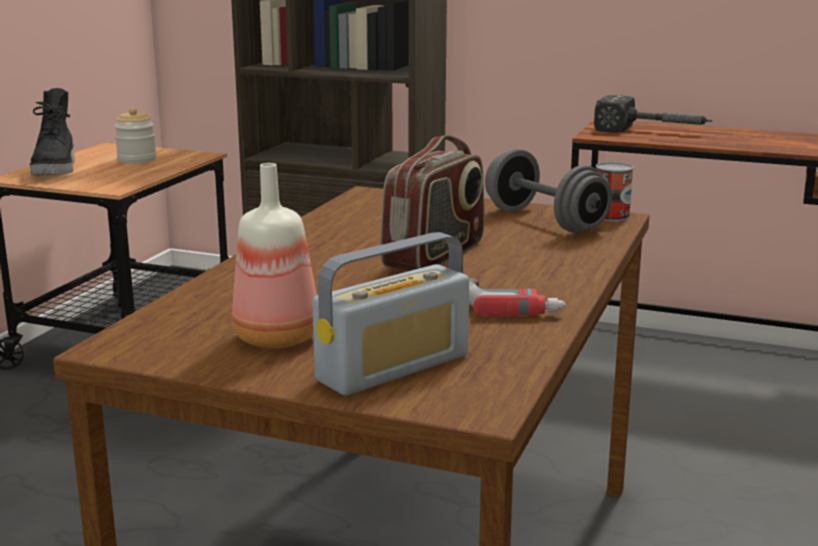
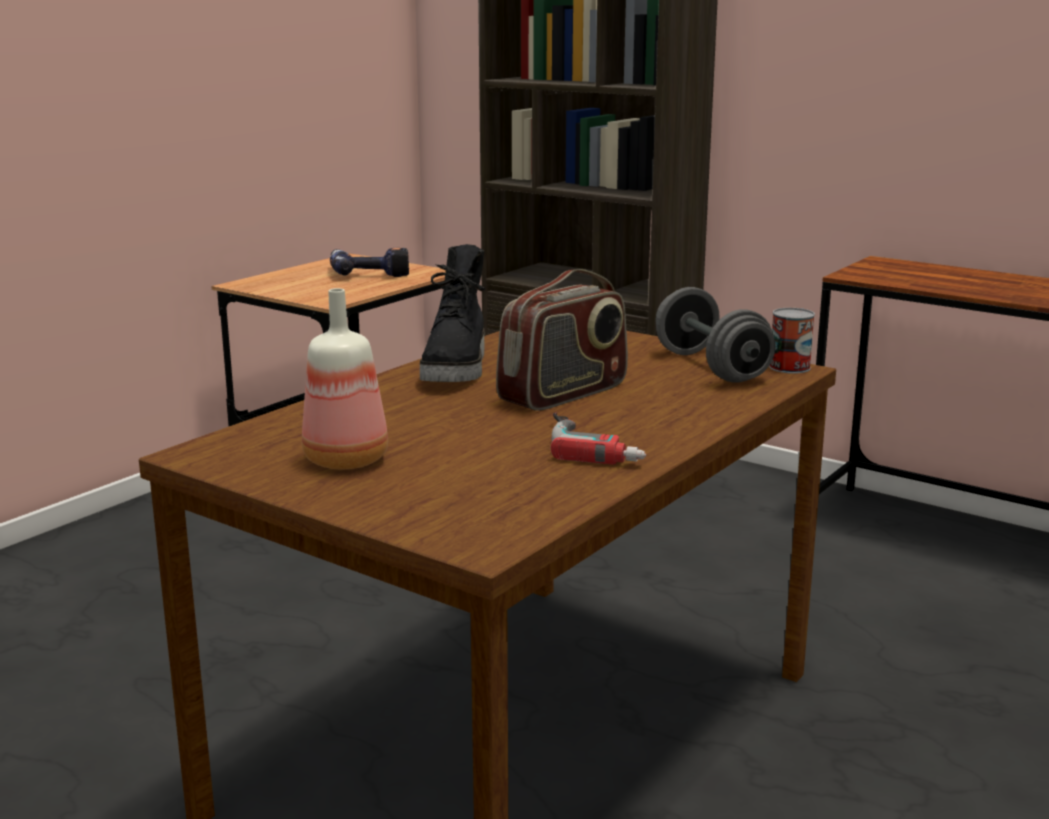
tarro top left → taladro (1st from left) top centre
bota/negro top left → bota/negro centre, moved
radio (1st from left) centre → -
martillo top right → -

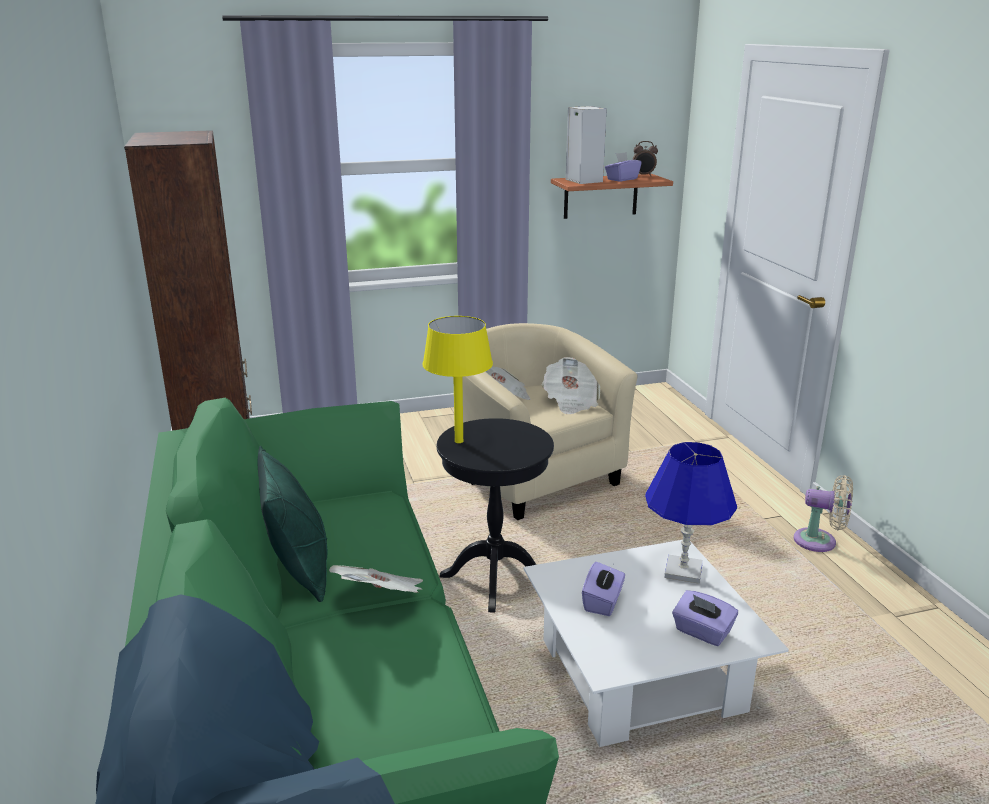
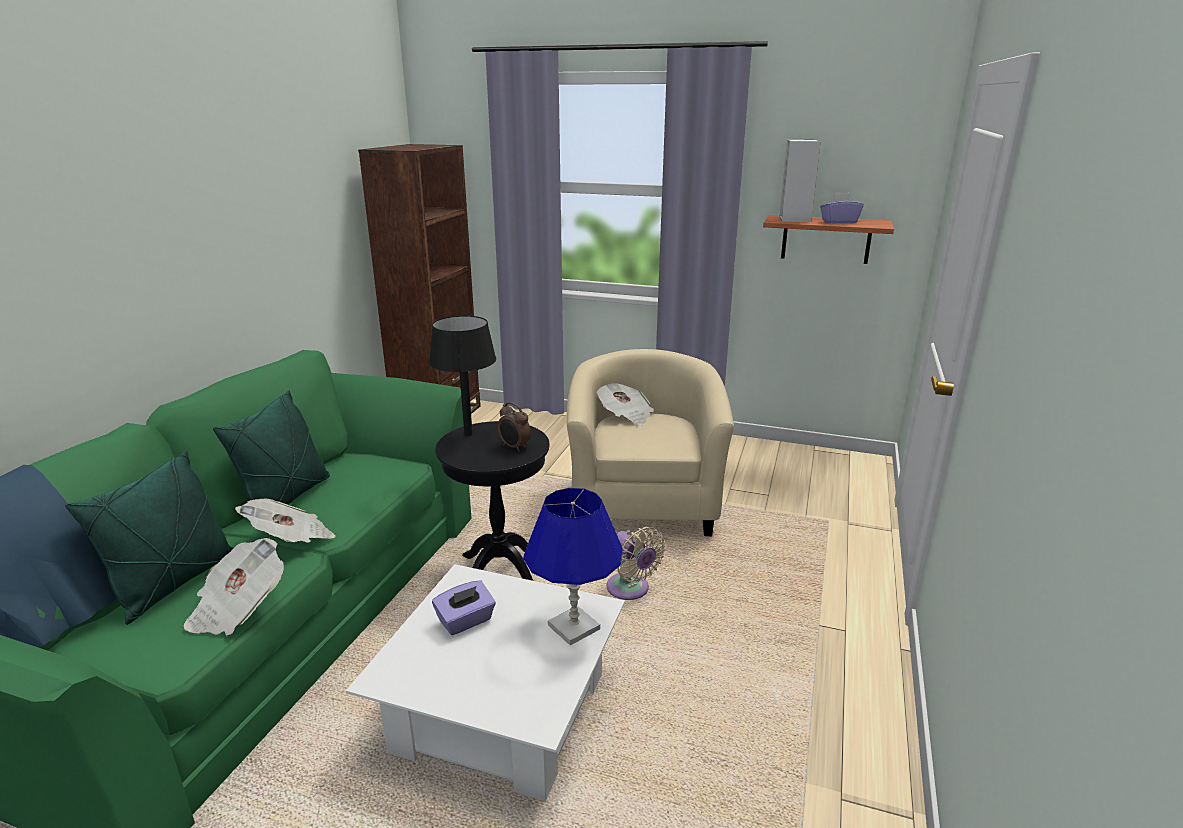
- → cojín/verde (1st from left) middle left
periódico (3rd from left in the first image) centre → periódico (1st from left) bottom left, moved
lámpara de mesa/amarillo centre → lámpara de mesa/negro centre
despertador top centre → despertador centre, moved
ventilador/beis middle right → ventilador/beis bottom centre, moved
caja de pañuelos/morado (3rd from left) bottom right → -

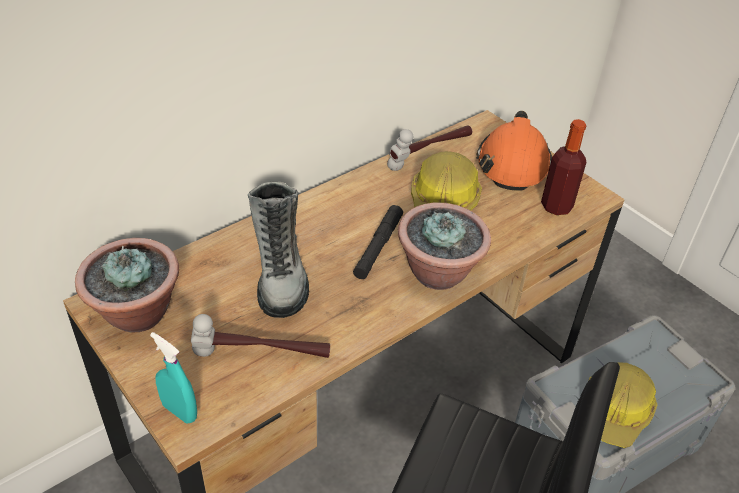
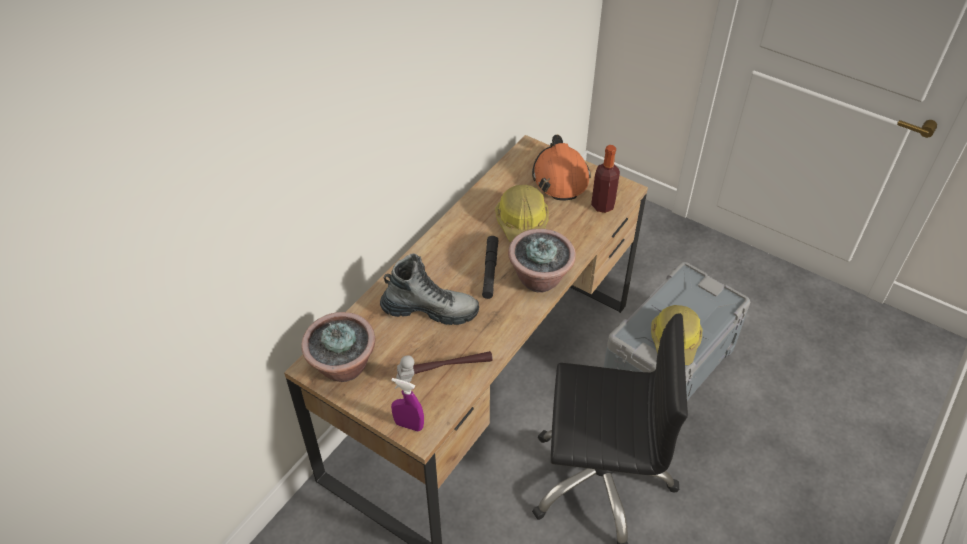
bota centre, 60 degrees counterclockwise
pulverizador/turquesa bottom left → pulverizador/morado bottom centre
martillo (2nd from left) top centre → -

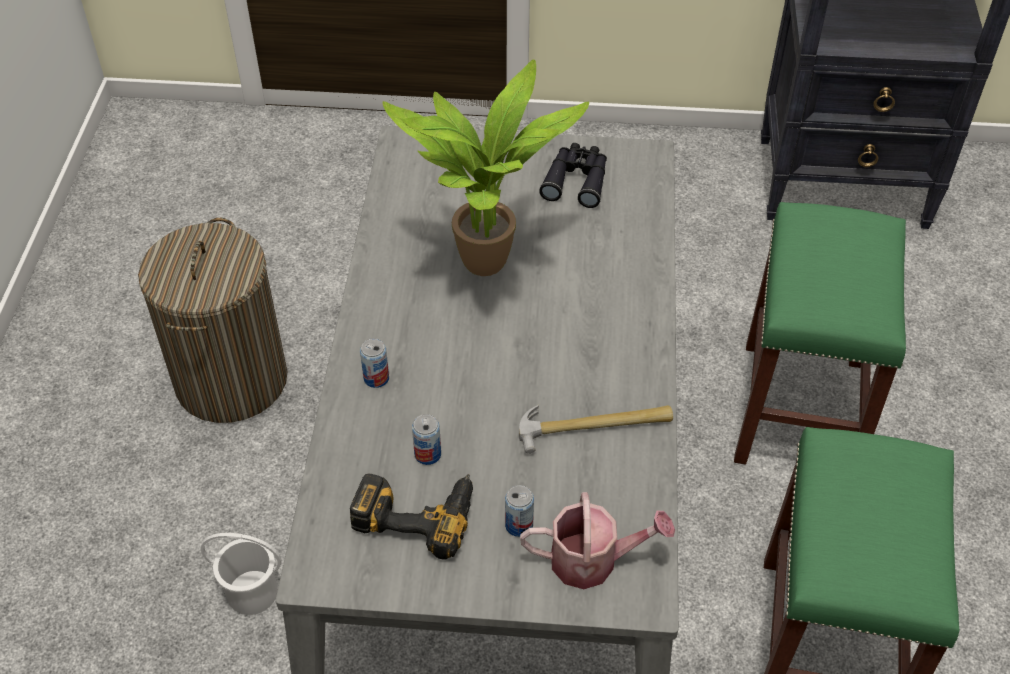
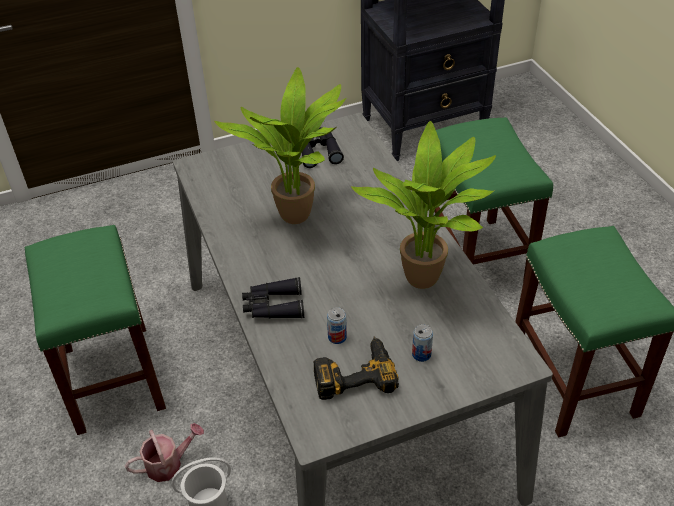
cesto de la ropa middle left → taburete/verde (1st from left) middle left
regadera bottom centre → regadera bottom left, moved
lata (1st from left) centre → prismáticos/negro (1st from left) centre
martillo centre → planta en maceta (2nd from left) centre

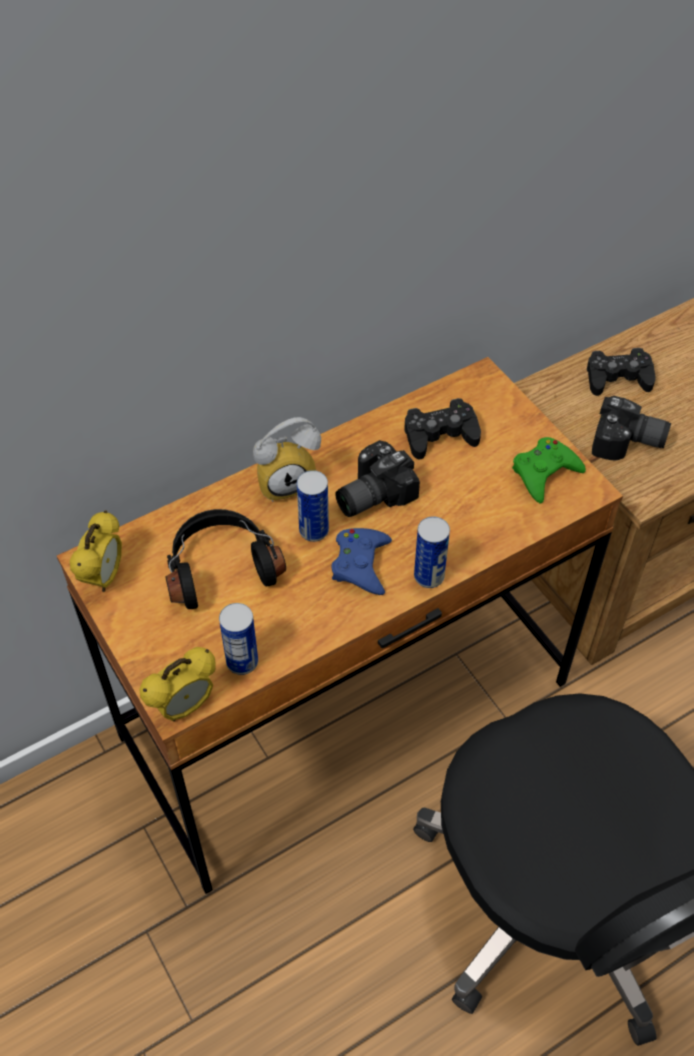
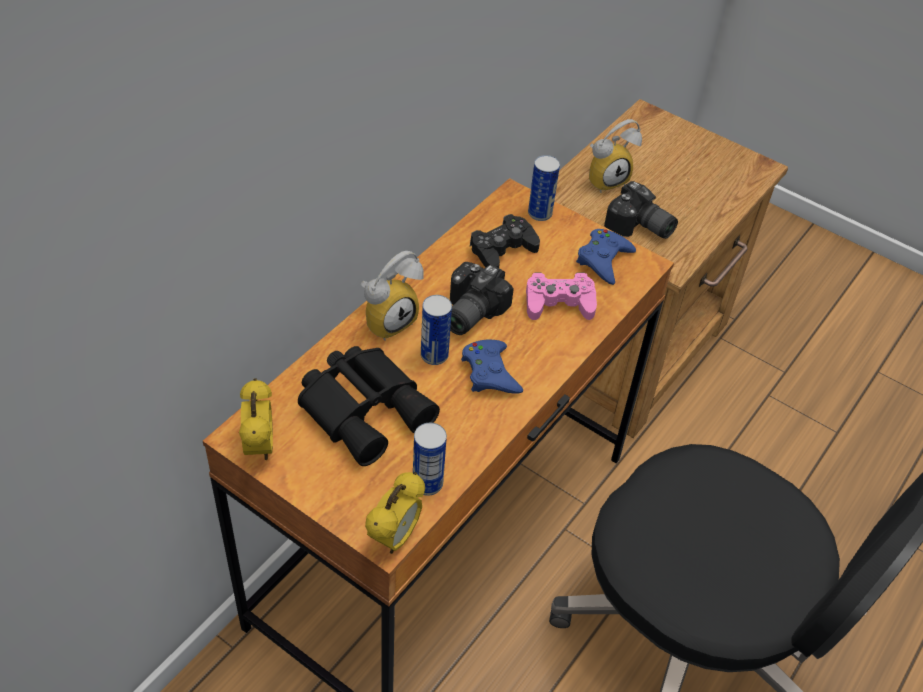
auriculares/negro middle left → prismáticos/negro centre
- → mando de consola/rosa centre
lata (3rd from left) centre → lata (3rd from left) top centre, moved
mando de consola/verde middle right → mando de consola/azul (2nd from left) centre
mando de consola/negro (2nd from left) middle right → despertador (4th from left) top centre
cámara (2nd from left) middle right → cámara (2nd from left) top right, 45 degrees clockwise

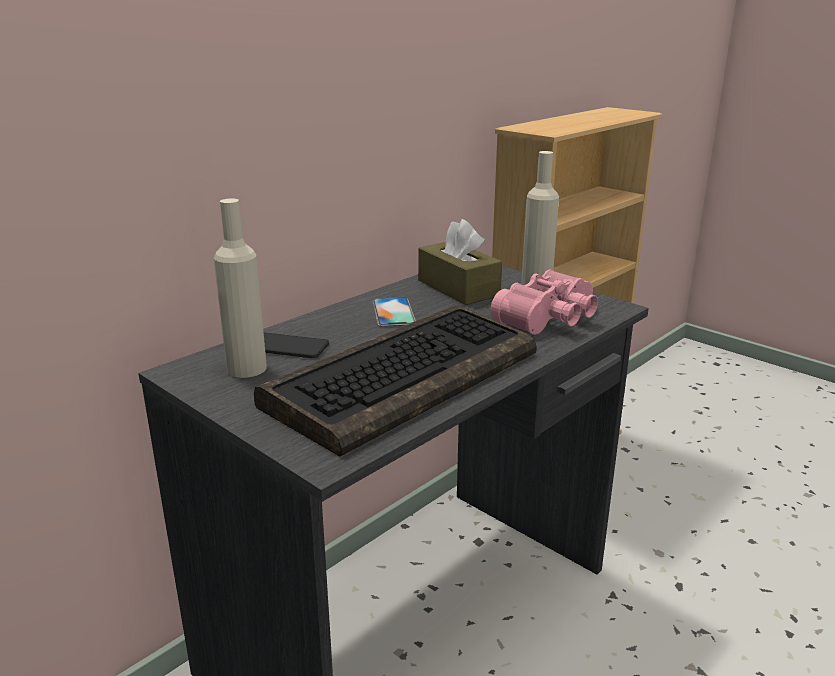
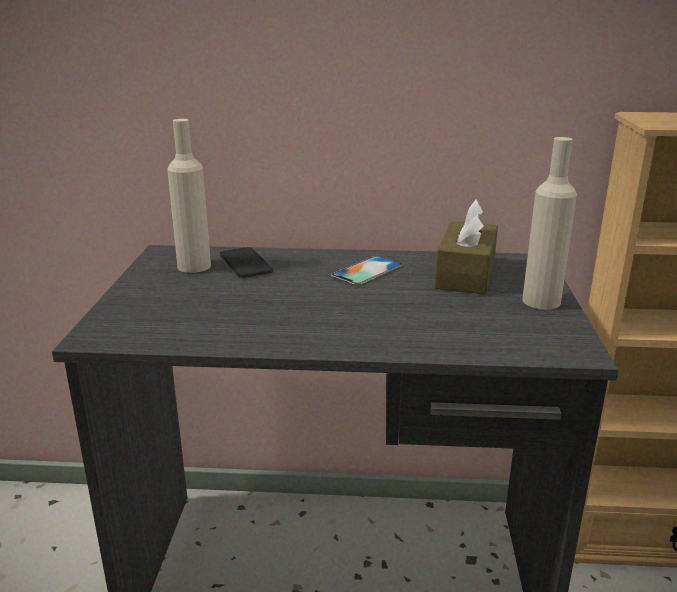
teclado centre → -
prismáticos/rosa centre → -

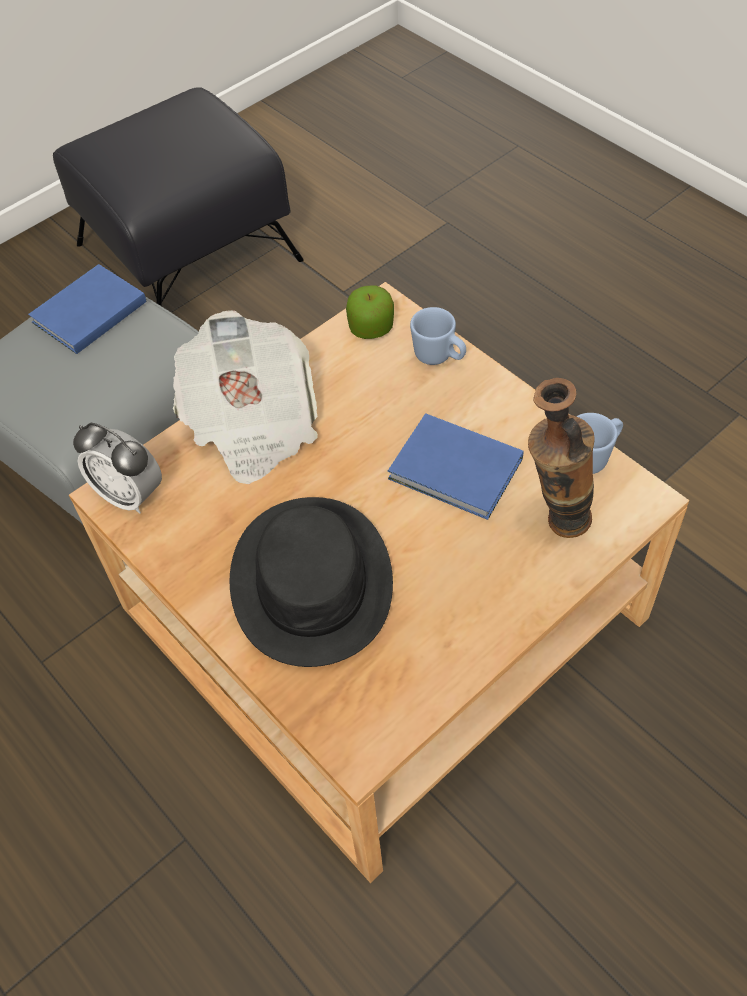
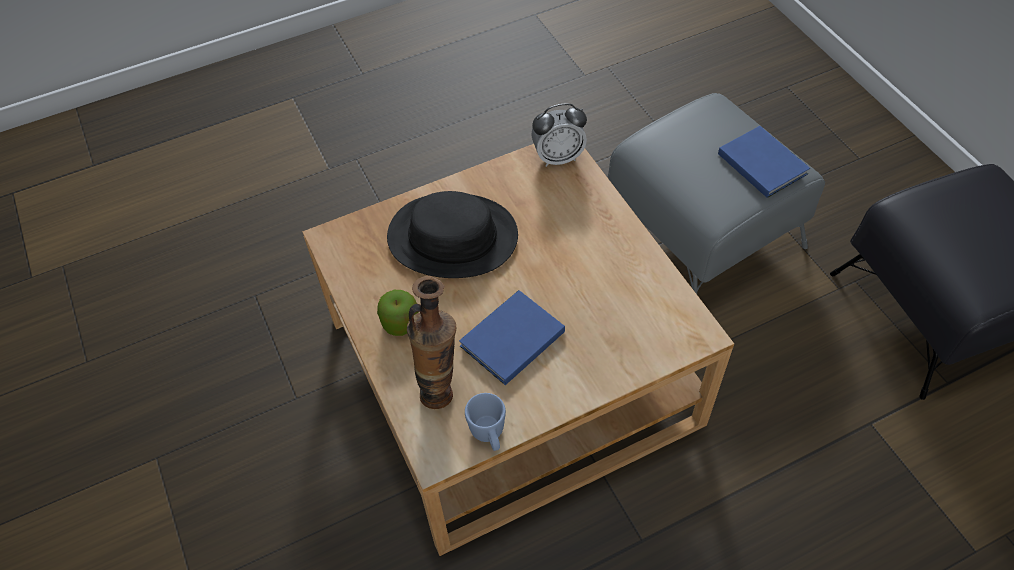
manzana top centre → manzana centre, moved
despertador middle left → despertador top centre, 150 degrees counterclockwise
periódico middle left → -
taza grande/azul (1st from left) centre → -

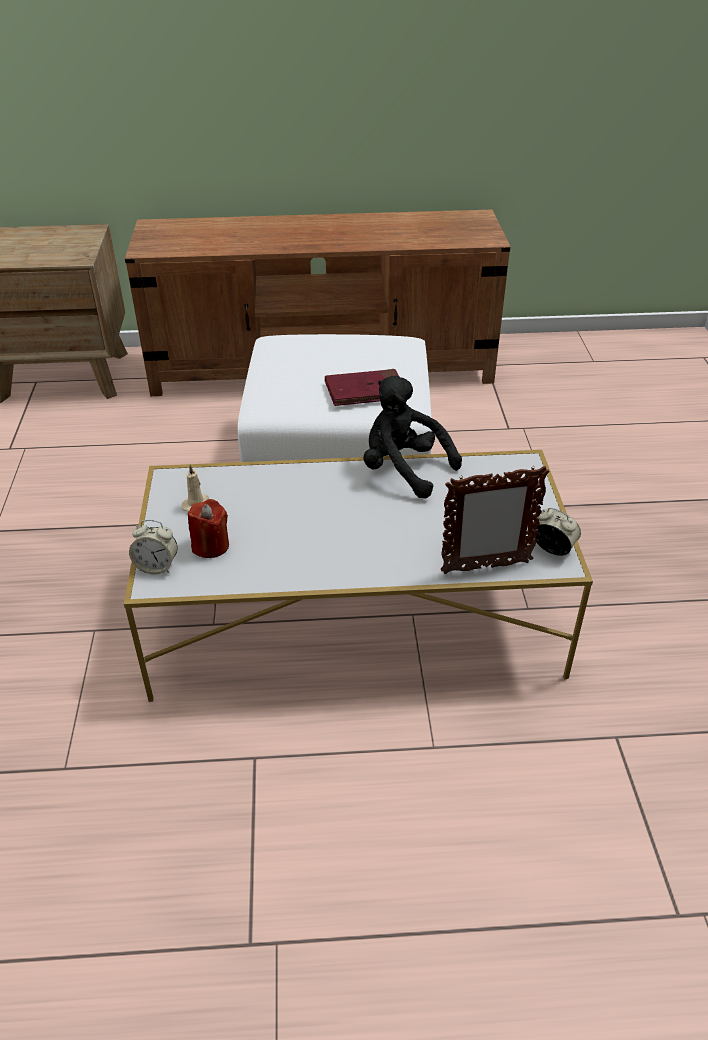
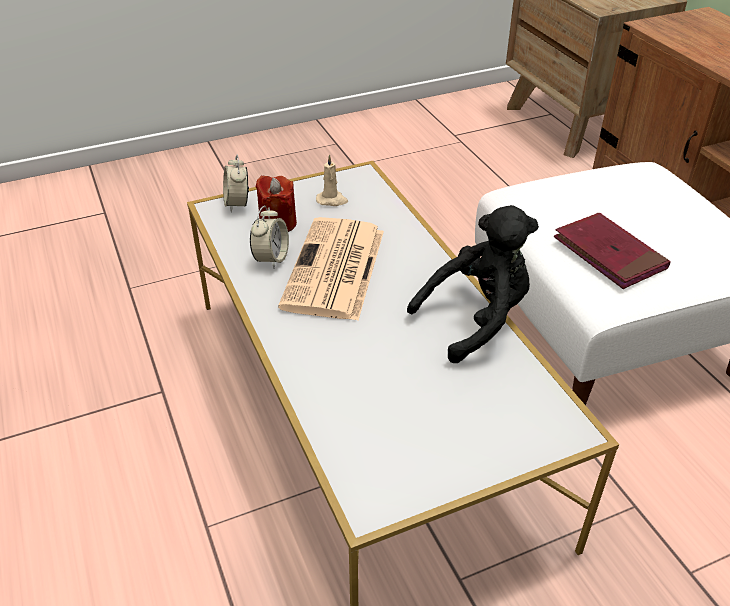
despertador (2nd from left) middle right → despertador (2nd from left) centre, moved
- → periódico centre
peluche/negro centre, 45 degrees clockwise
portarretratos middle right → -

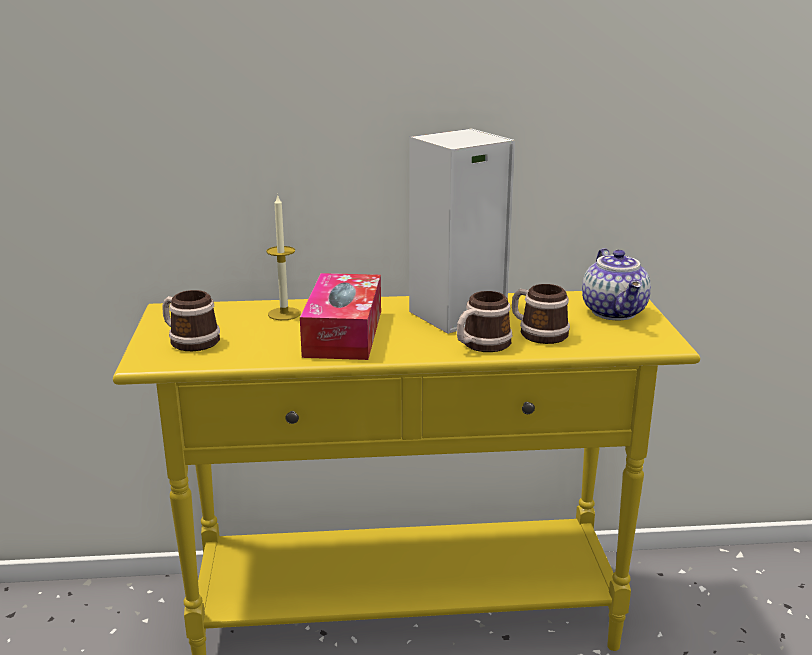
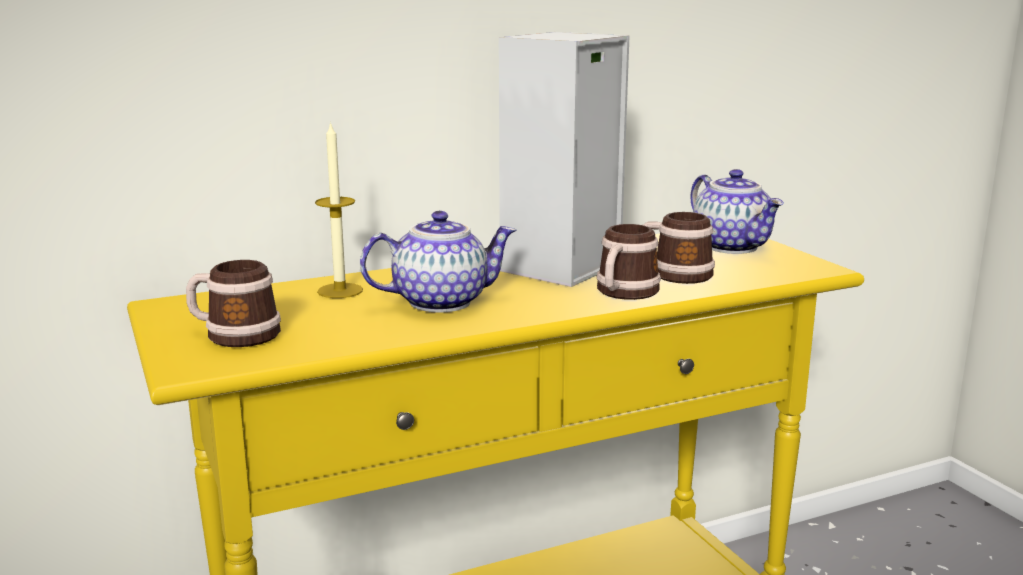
caja de pañuelos centre → tetera (1st from left) centre

